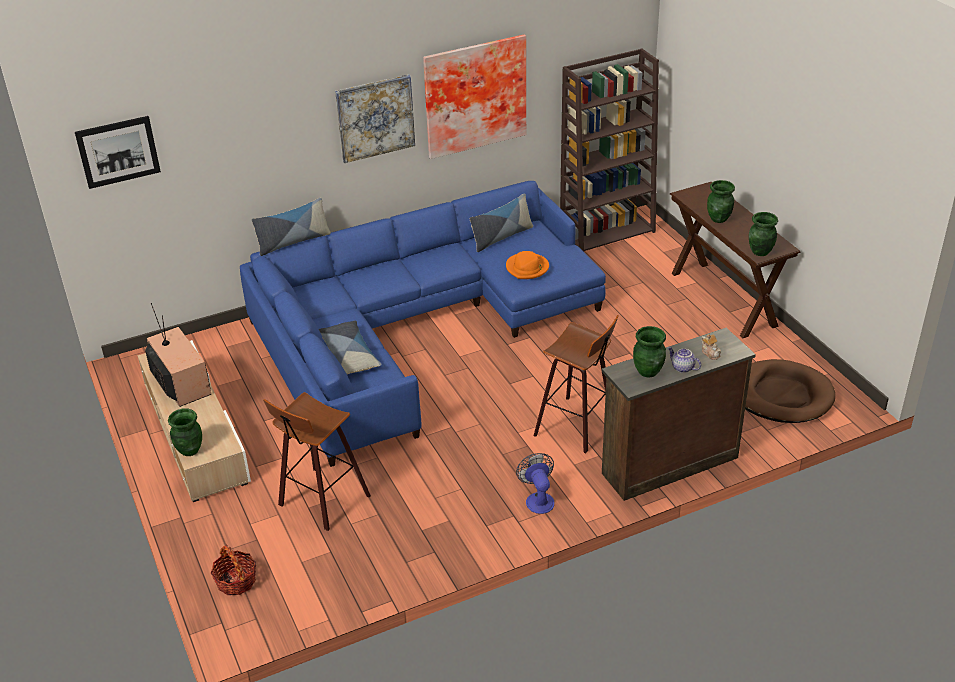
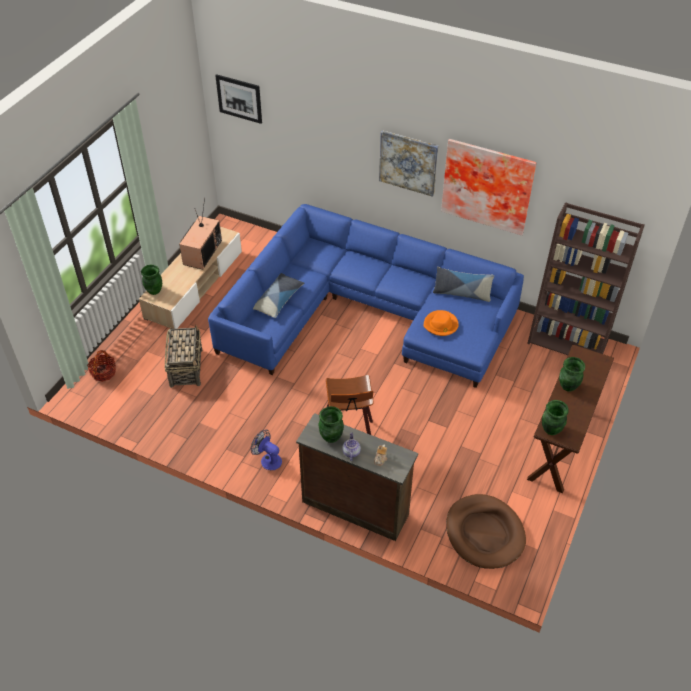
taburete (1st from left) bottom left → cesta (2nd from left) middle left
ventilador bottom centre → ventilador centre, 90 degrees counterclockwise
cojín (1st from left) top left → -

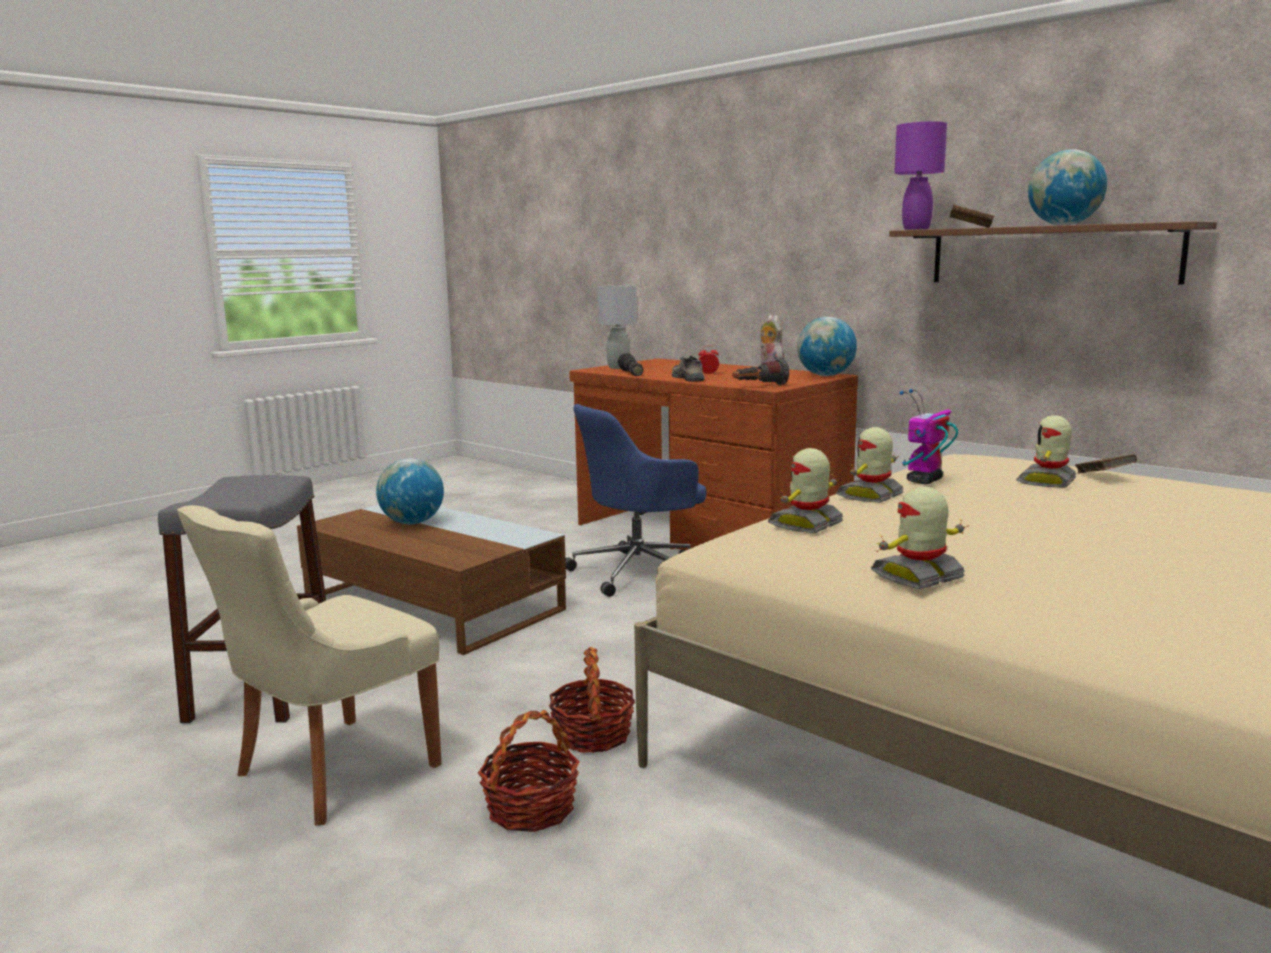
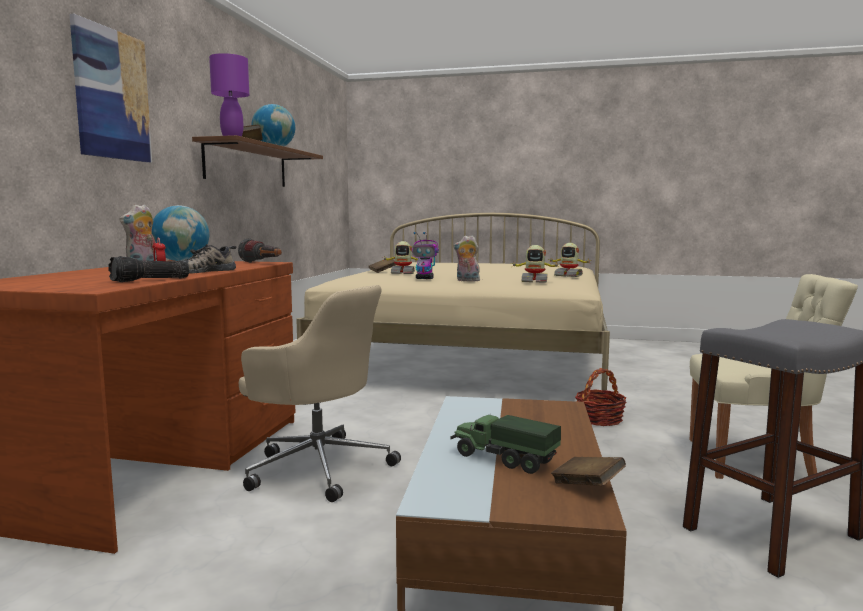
- → cuadro top left
silla de oficina/azul centre → silla de oficina/beis centre
globo terráqueo (1st from left) middle left → camión de juguete bottom centre
robot de juguete (2nd from left) middle right → peluche (2nd from left) centre
- → libro/marrón (3rd from left) bottom right
cesta (1st from left) bottom centre → -
lámpara de mesa/gris centre → -

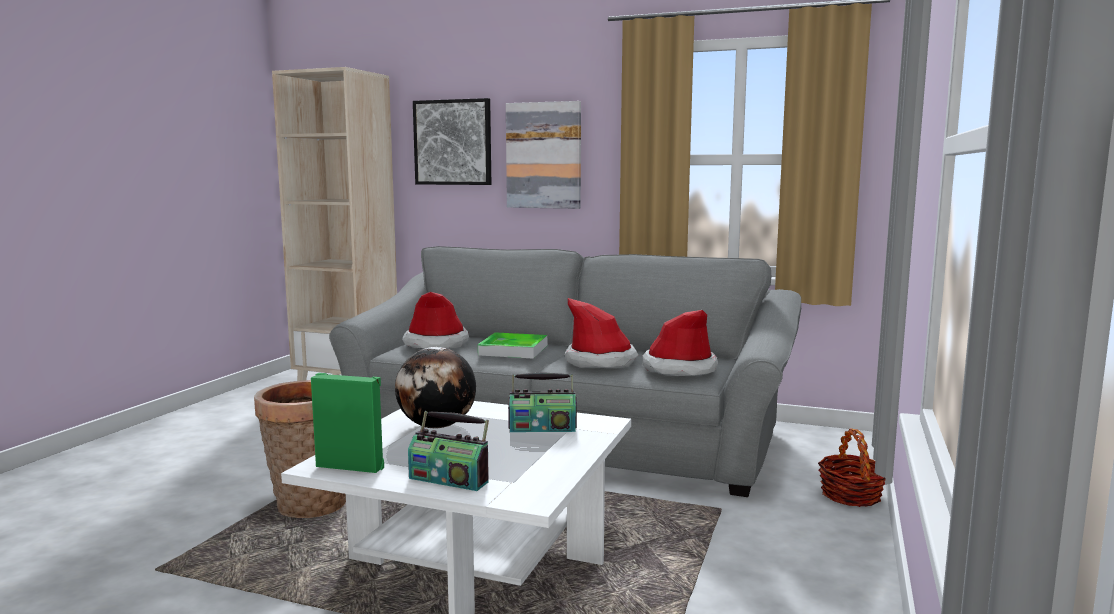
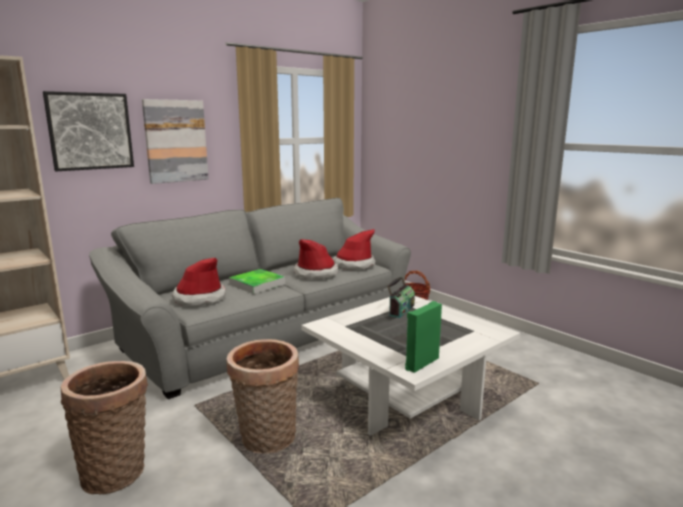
- → cesta (1st from left) bottom left
globo terráqueo centre → -
radio (1st from left) bottom centre → -

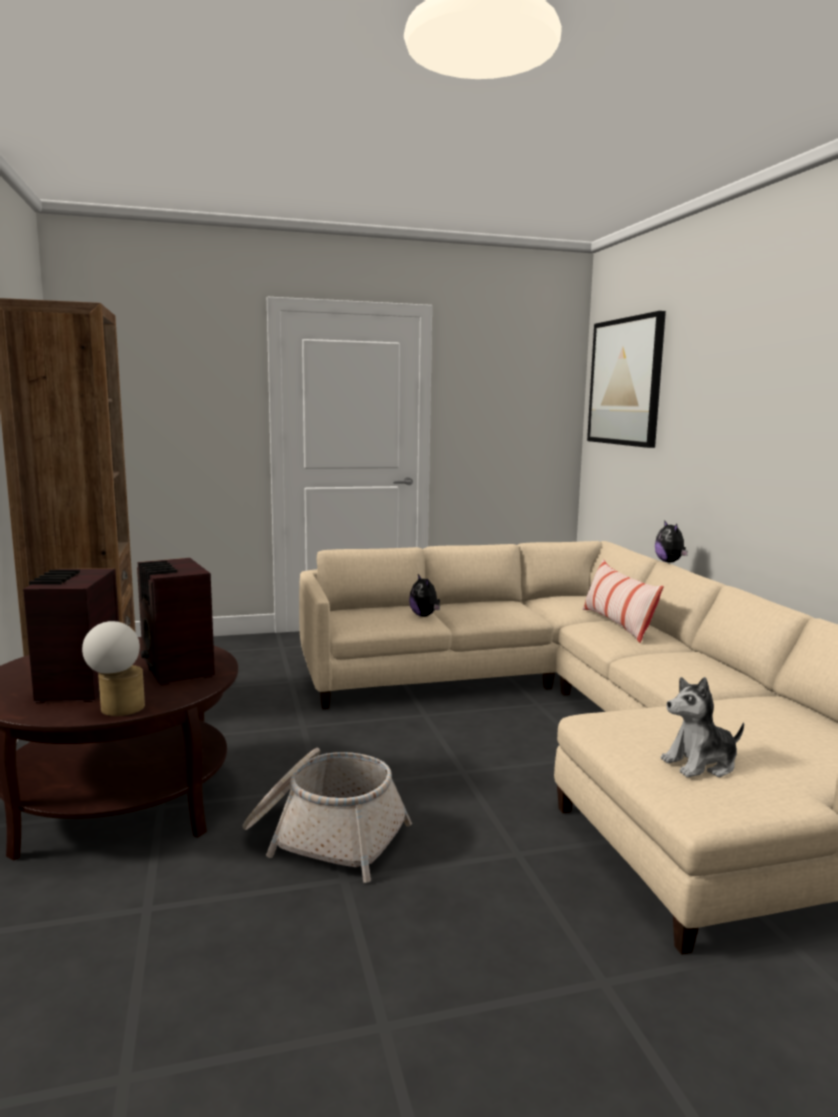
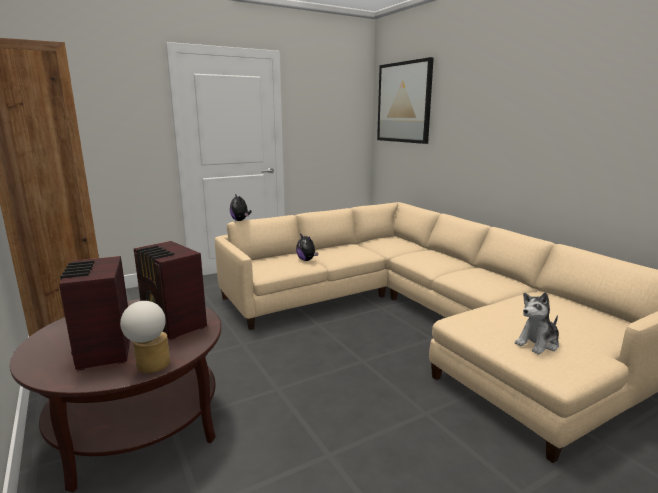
peluche (2nd from left in the first image) middle right → peluche (1st from left) centre, moved
cesta bottom centre → -
cojín middle right → -

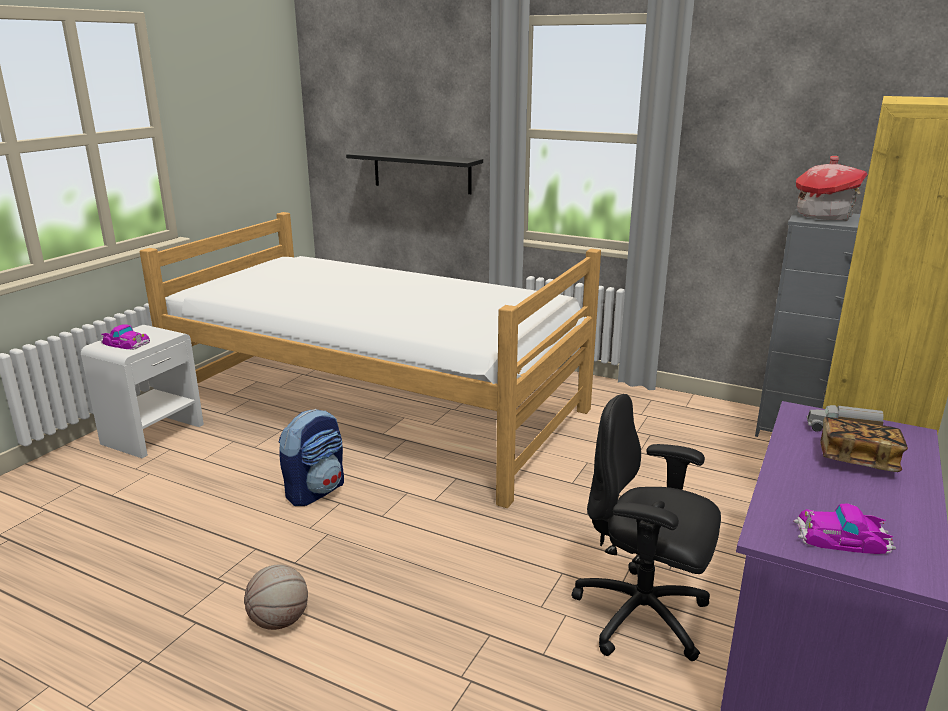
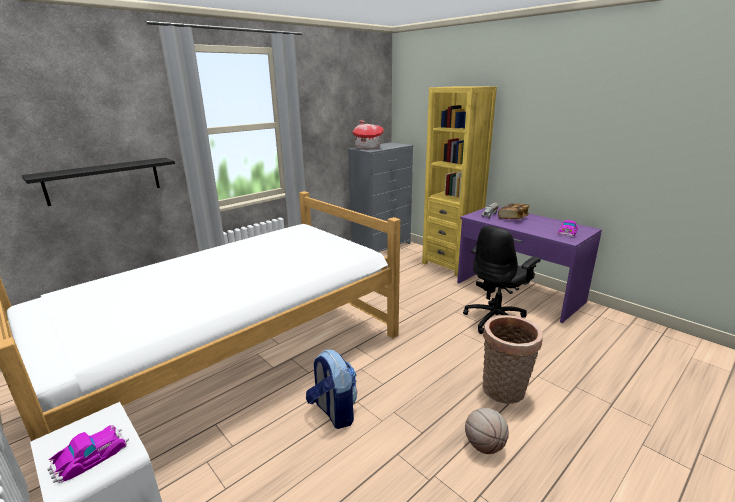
- → cesta bottom right

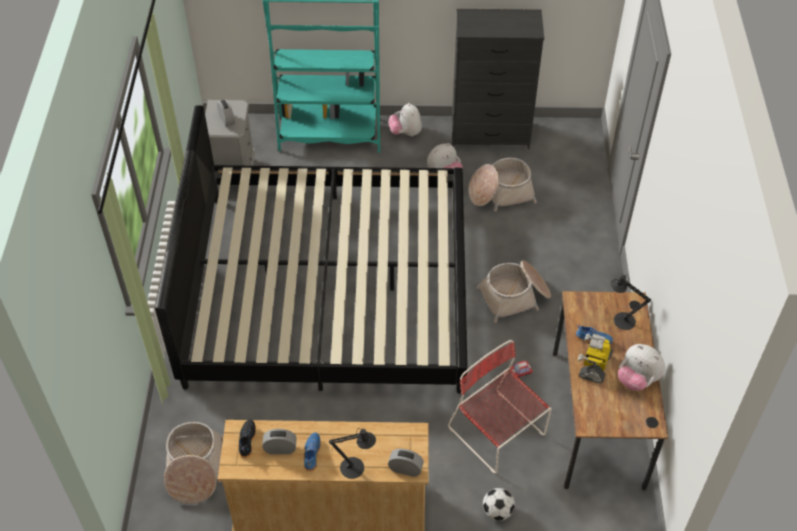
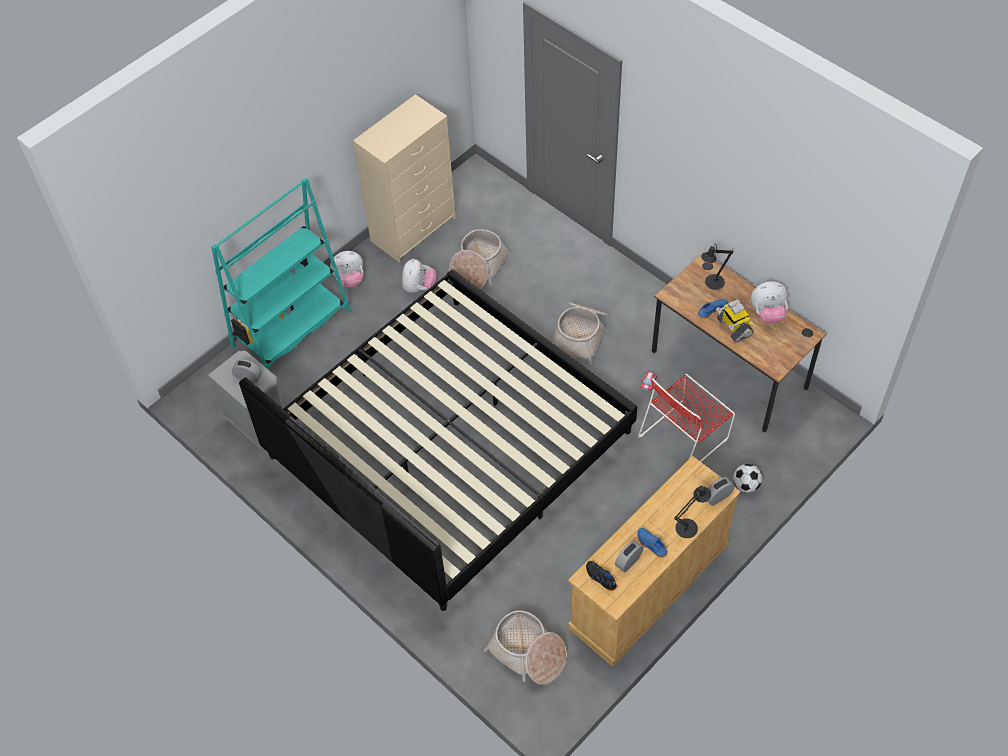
peluche (1st from left) top centre → peluche (1st from left) centre, 45 degrees counterclockwise
cómoda/negro top centre → cómoda/beis (1st from left) top centre
silla/rojo bottom centre → silla/rojo middle right, 45 degrees counterclockwise

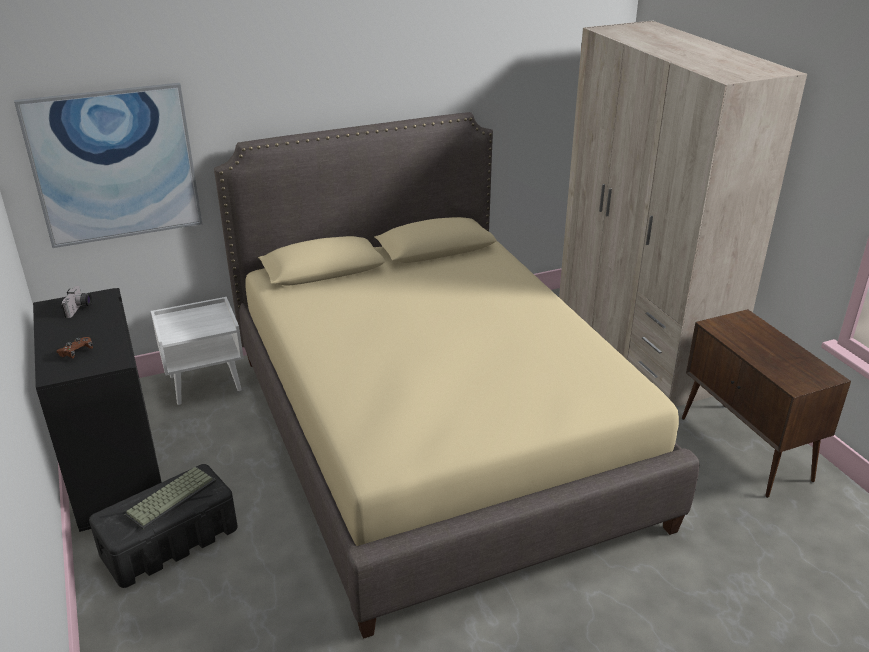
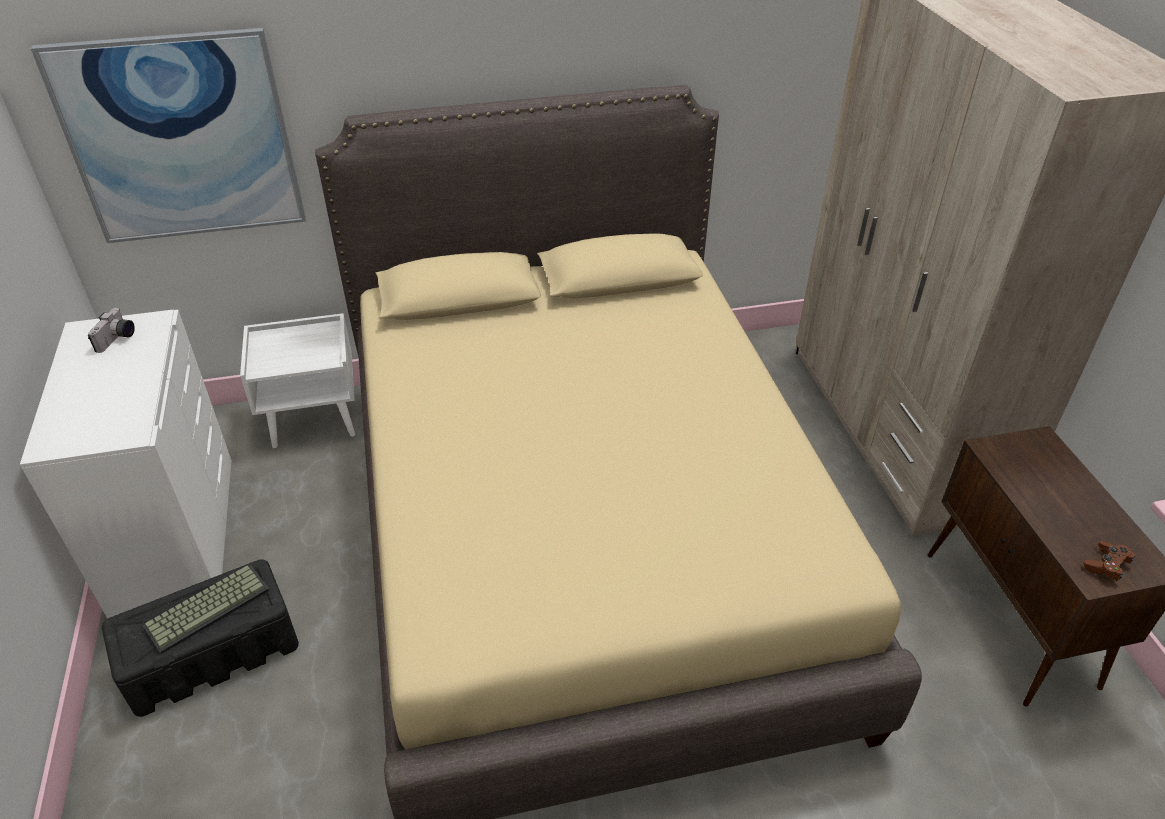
cómoda/negro middle left → cómoda/blanco middle left
mando de consola/marrón middle left → mando de consola/marrón bottom right, moved

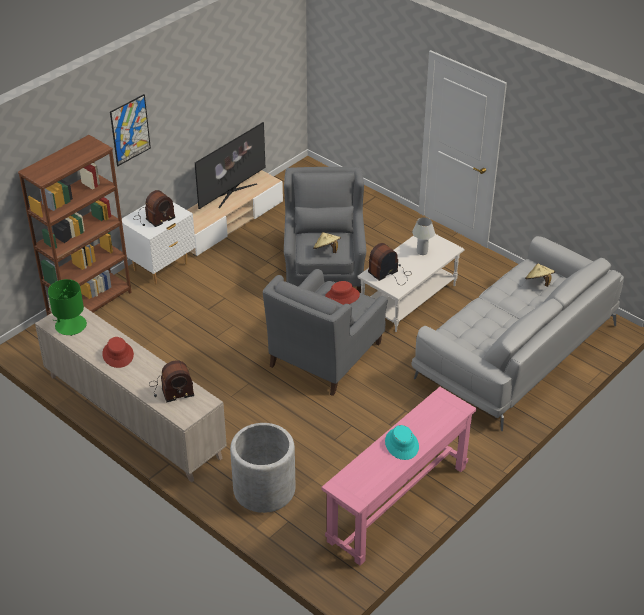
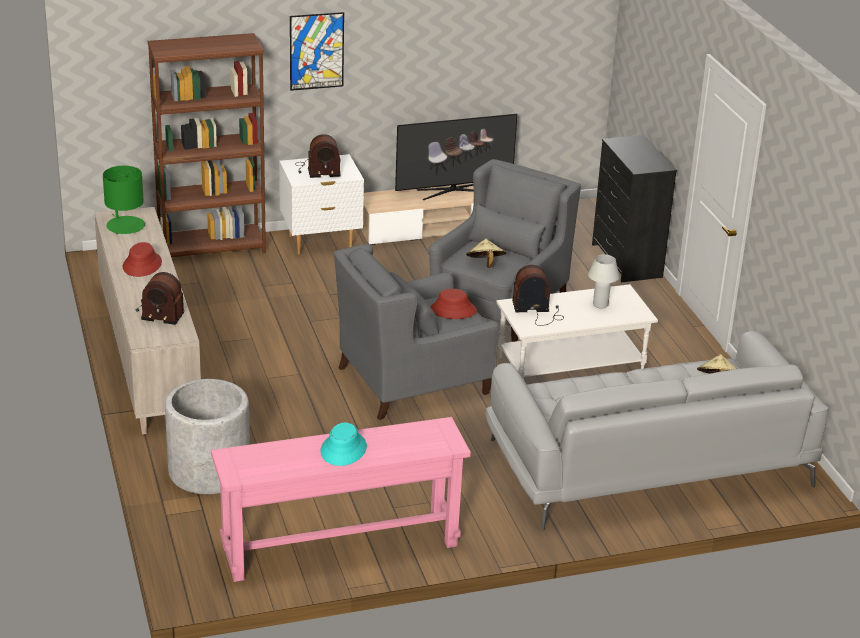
- → cómoda/negro top right

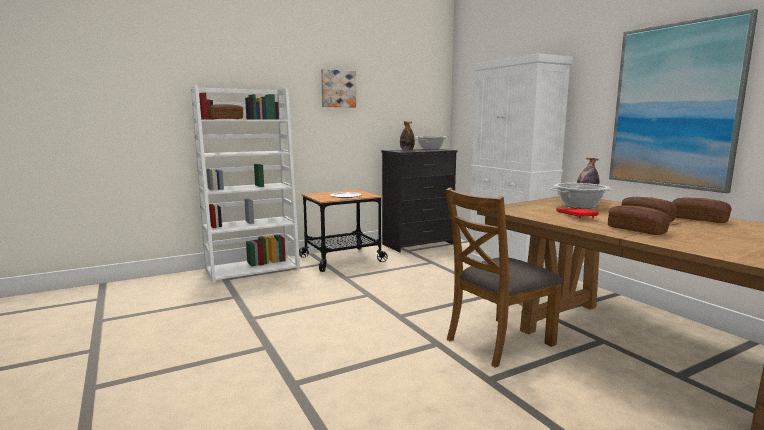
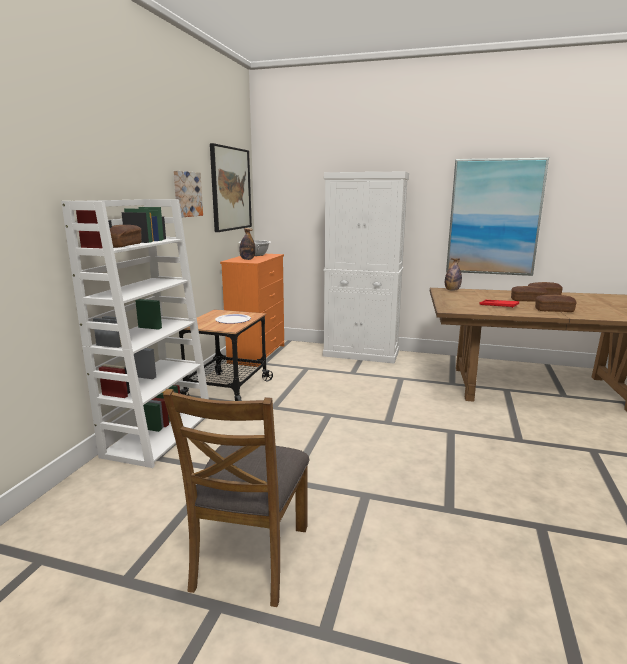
silla/marrón centre → silla/marrón bottom centre, moved
- → cuadro (2nd from left) top centre
cómoda/negro centre → cómoda/naranja centre
olla (2nd from left) middle right → -

